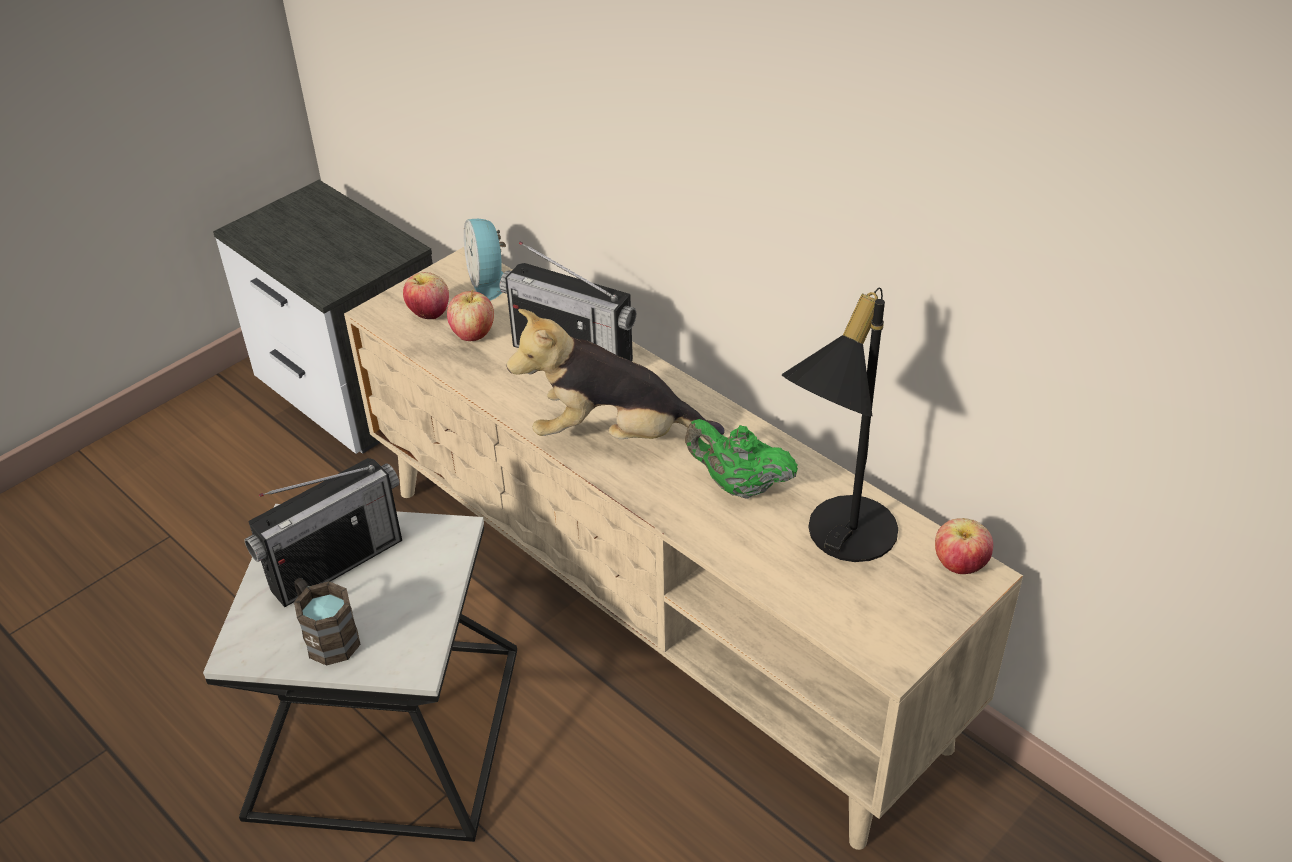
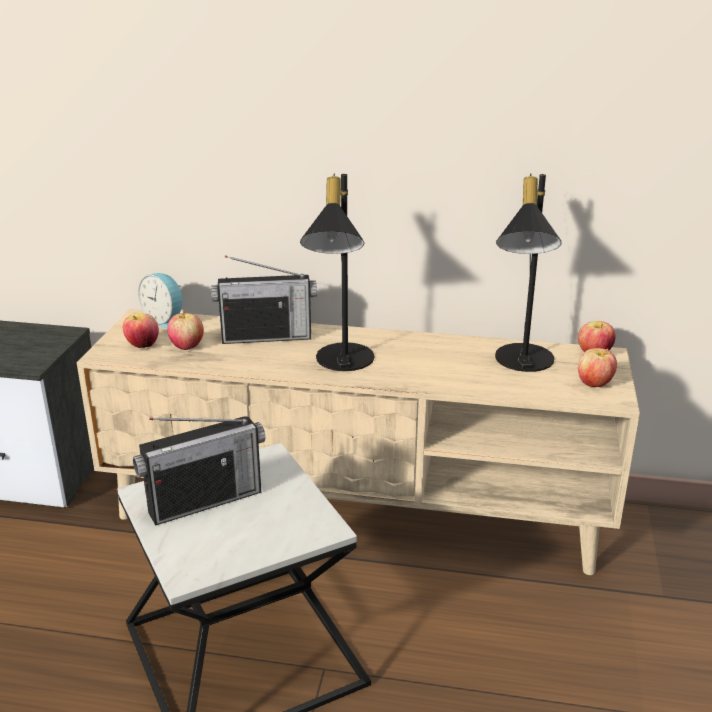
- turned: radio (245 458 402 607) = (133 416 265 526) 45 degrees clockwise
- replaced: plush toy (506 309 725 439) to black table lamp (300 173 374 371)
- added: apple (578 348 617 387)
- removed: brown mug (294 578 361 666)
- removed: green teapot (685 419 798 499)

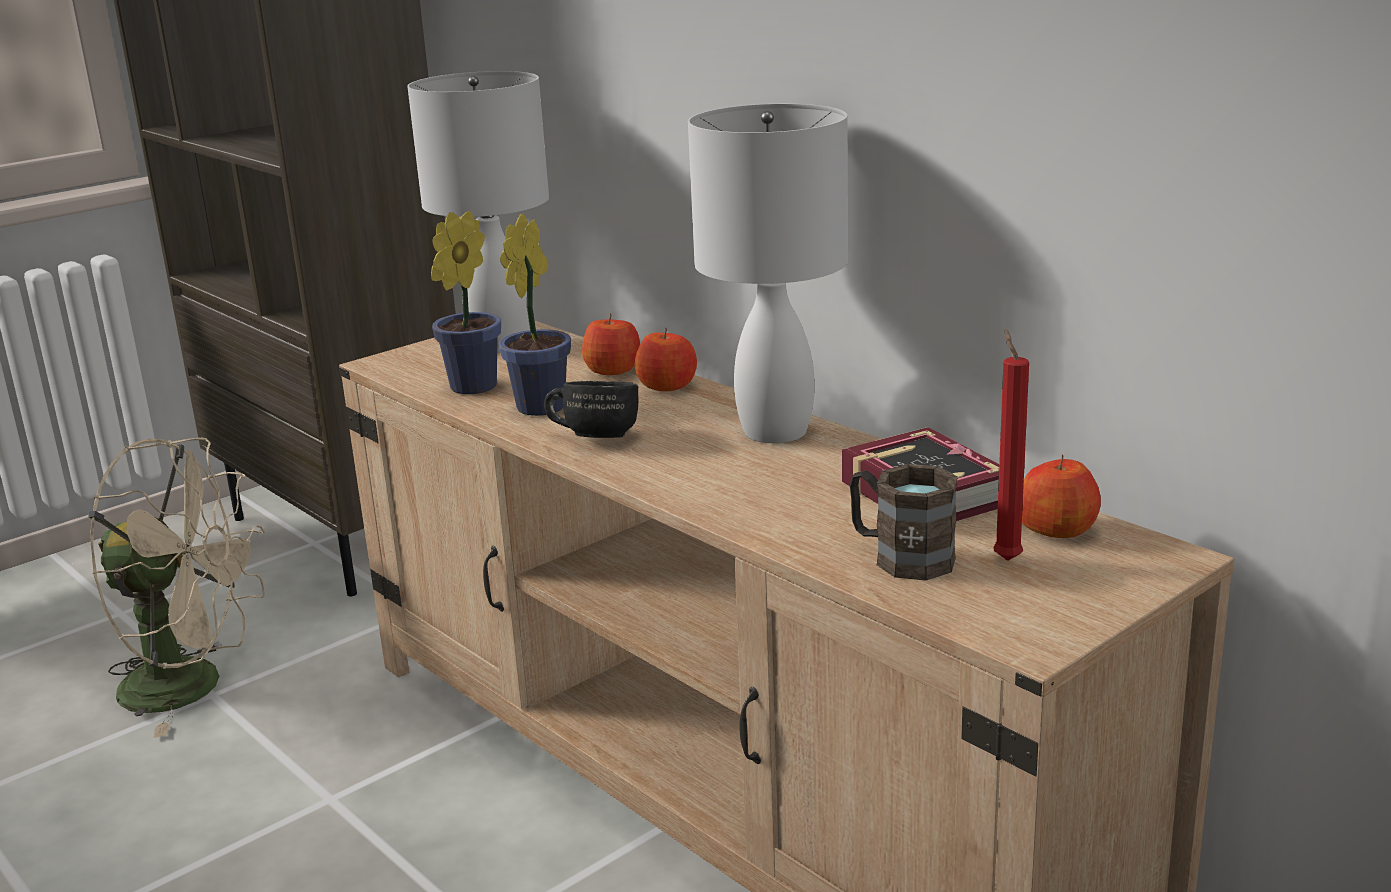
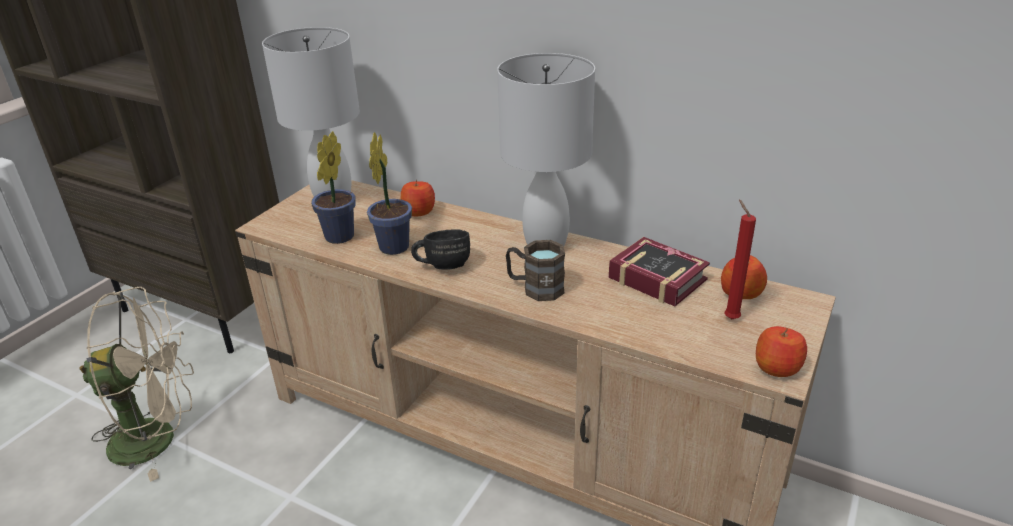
- moved: brown mug (850 464 958 580) to (506 240 565 301)
- moved: apple (634 328 697 391) to (756 326 807 377)

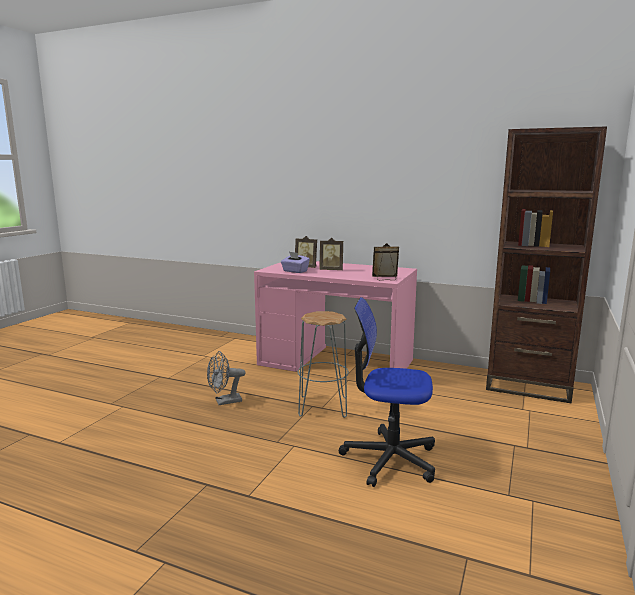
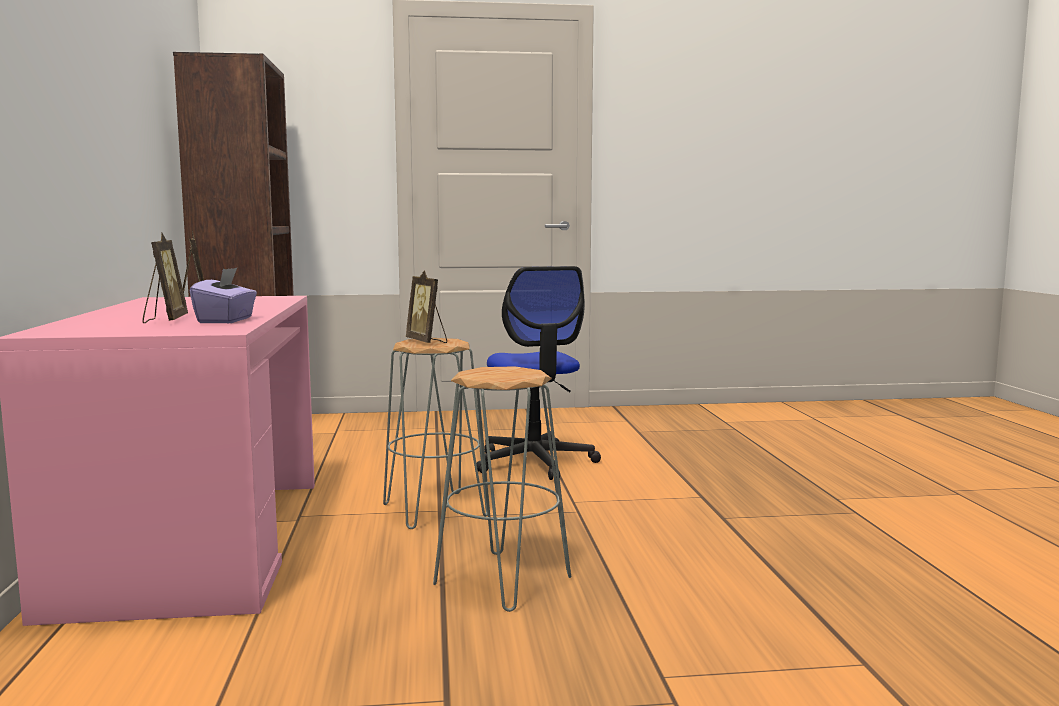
- moved: picture frame (372 243 399 280) to (406 270 447 343)
- replaced: grey fan (207 351 245 405) to grey stool (433 366 571 612)

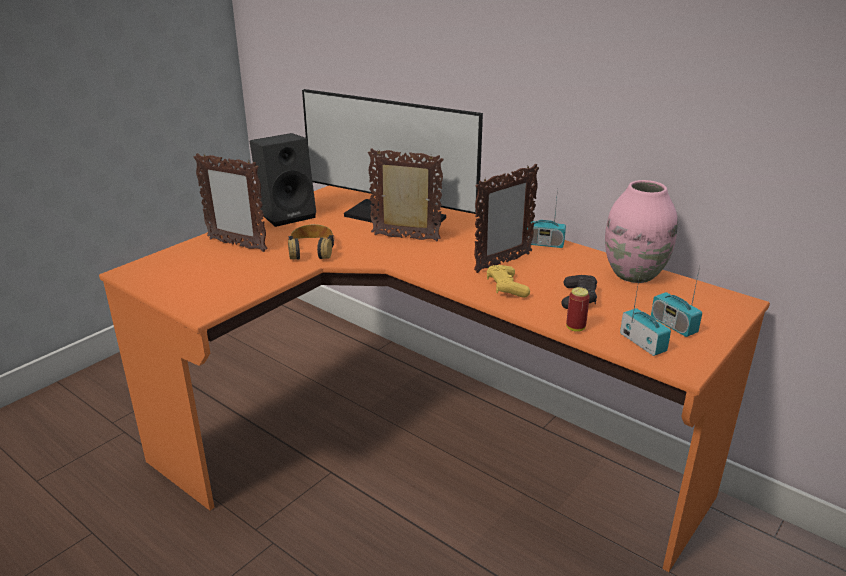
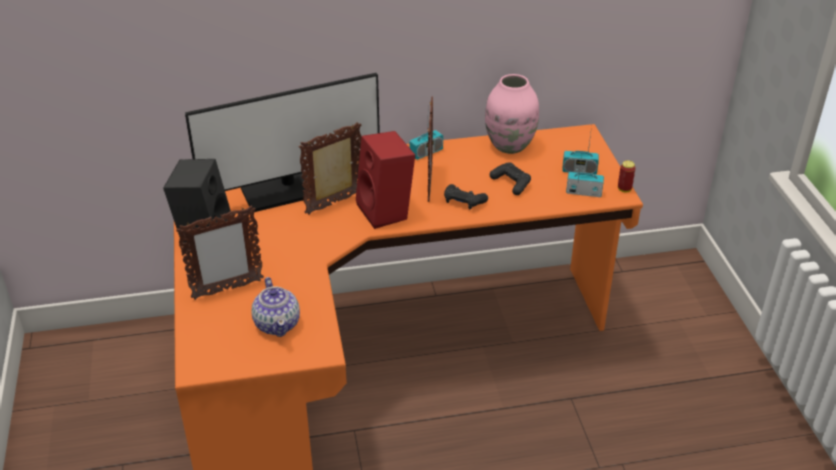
- added: teapot (252 277 300 337)
- added: red speaker (356 131 415 229)
- recoloured: yellow game controller (487 265 530 298) to black game controller (444 184 488 209)
- moved: can (566 287 590 332) to (618 160 635 193)
- removed: headphones (288 224 334 260)

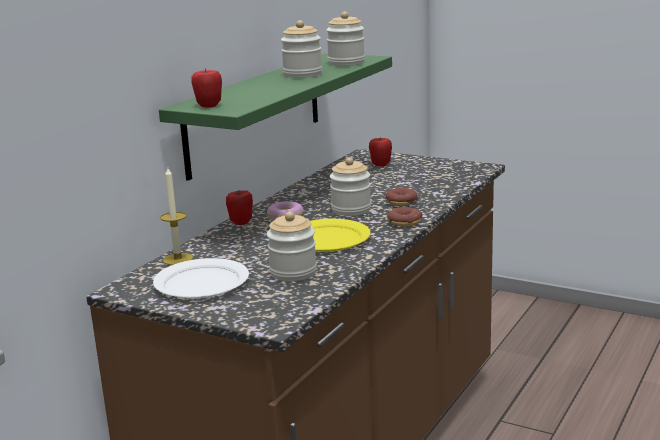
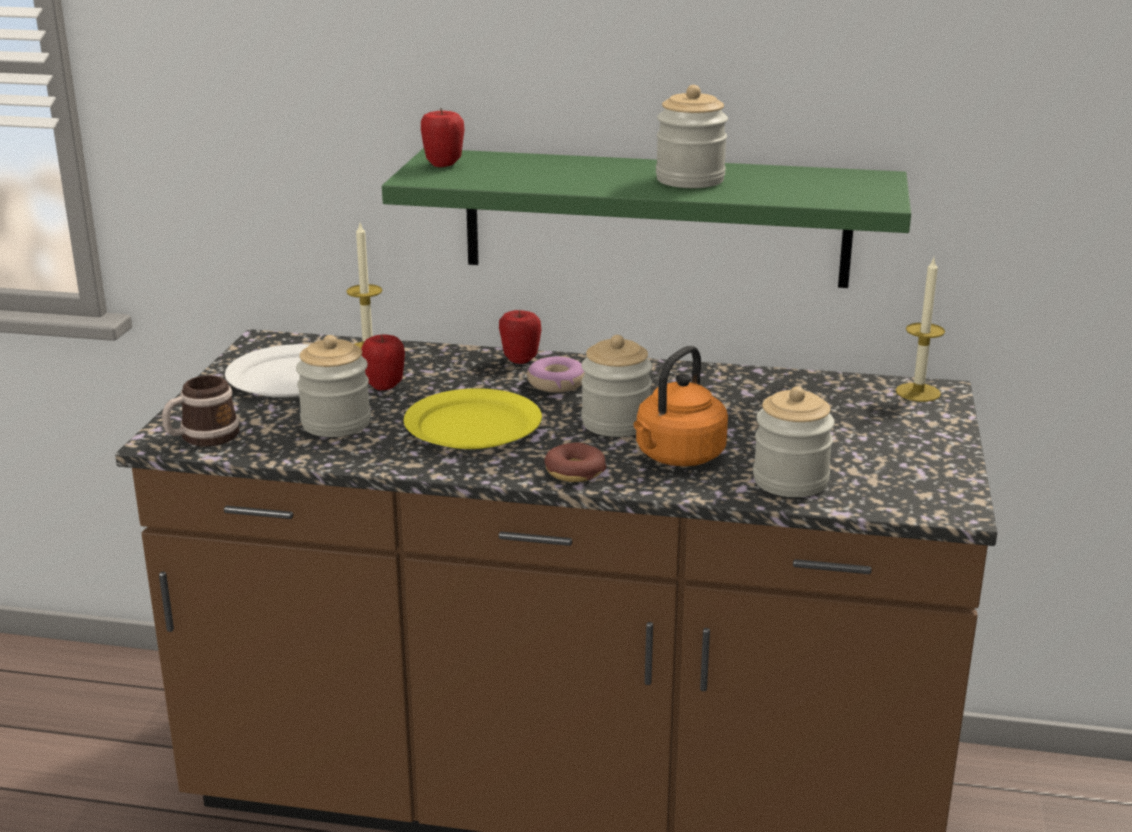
- added: mug (162 375 239 447)
- moved: apple (369 137 392 167) to (361 334 405 391)
- replaced: donut (386 188 418 206) to orange kettle (633 346 728 466)
- moved: jar (326 11 365 66) to (753 386 834 497)
- added: candle (896 258 945 402)

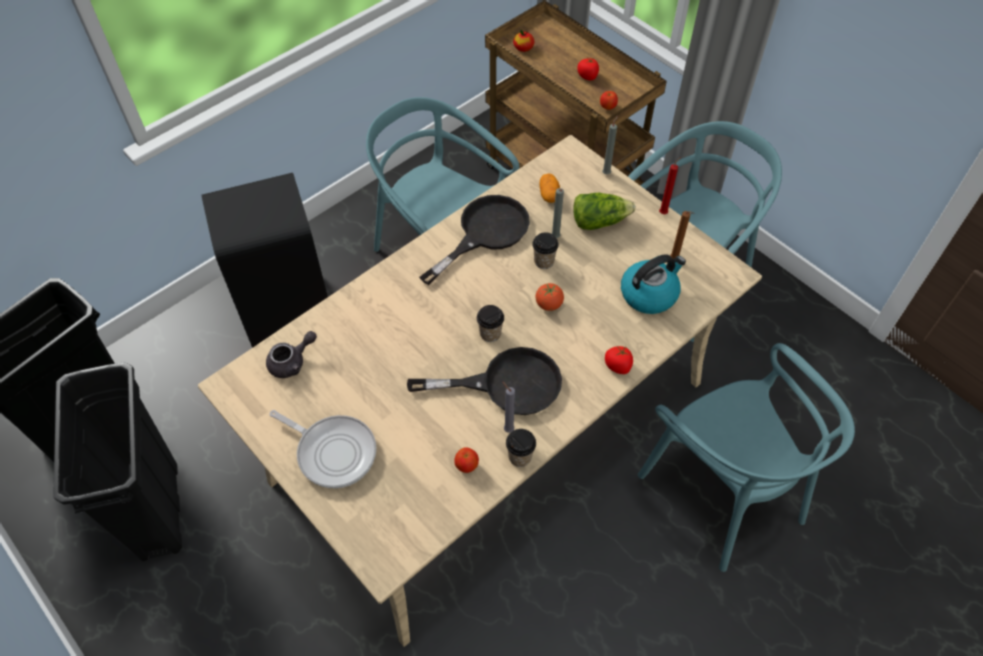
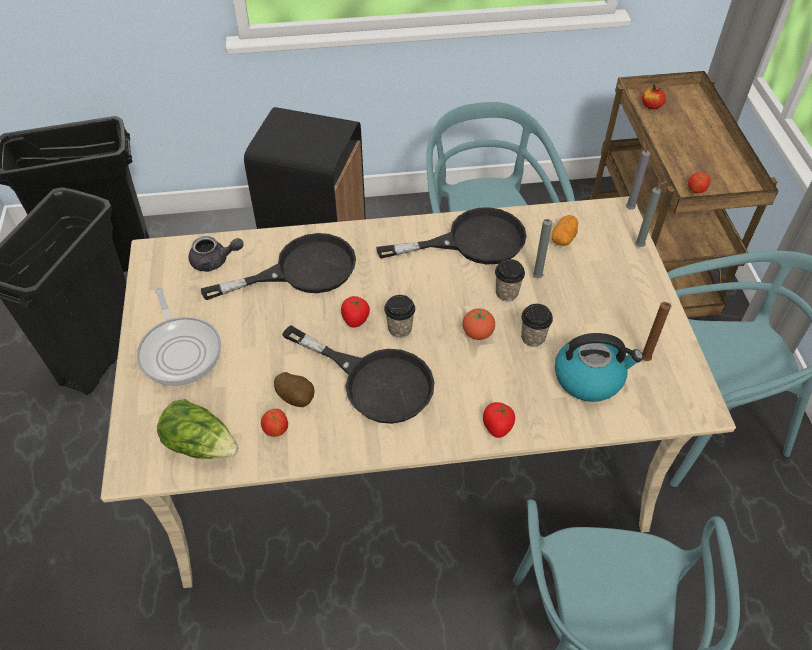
- moved: lettuce (573 193 636 230) to (157 399 238 459)
- added: black frying pan (201 233 356 300)
- added: potato (274 372 314 407)
- moved: tomato (577 58 599 80) to (341 296 370 328)
- moved: cup (506 429 536 467) to (521 304 553 347)
- moved: grey candle (502 381 515 433) to (626 141 650 209)
- removed: red candle (659 157 681 214)

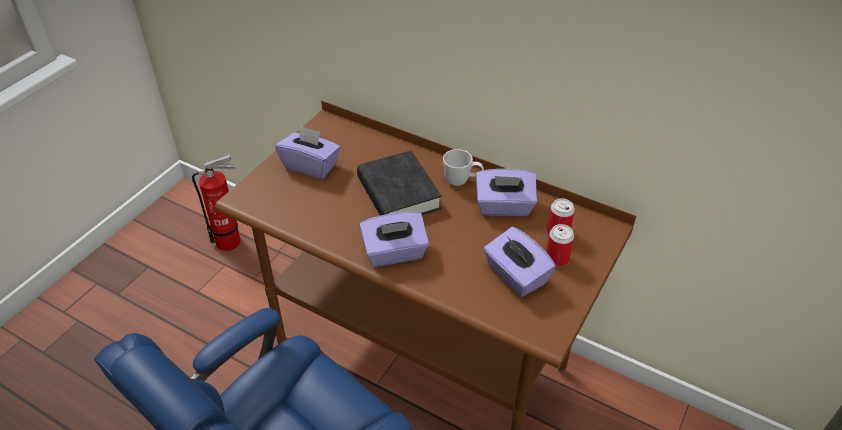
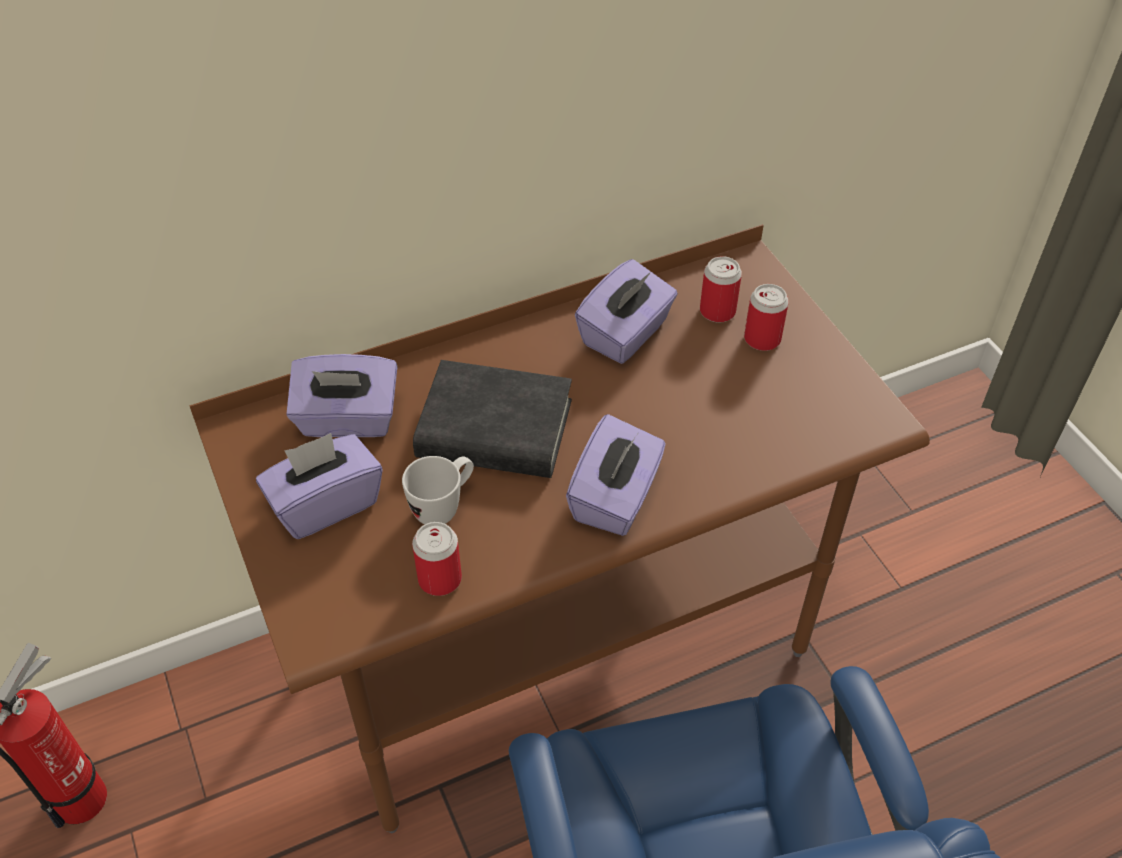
- moved: purple tissue box (483 227 556 297) to (286 354 398 437)
- moved: white mug (443 149 484 186) to (402 456 474 524)
- added: can (412 522 462 596)

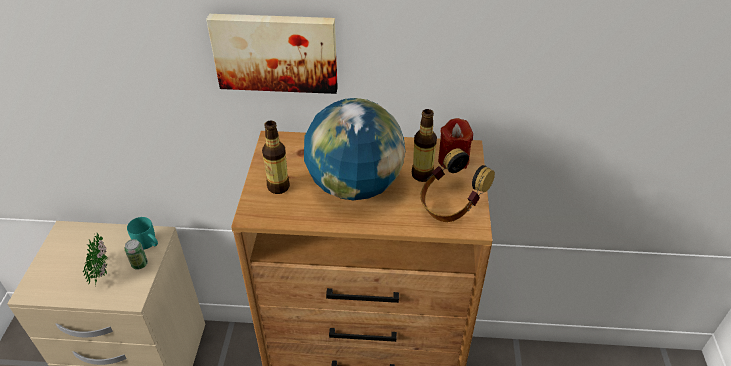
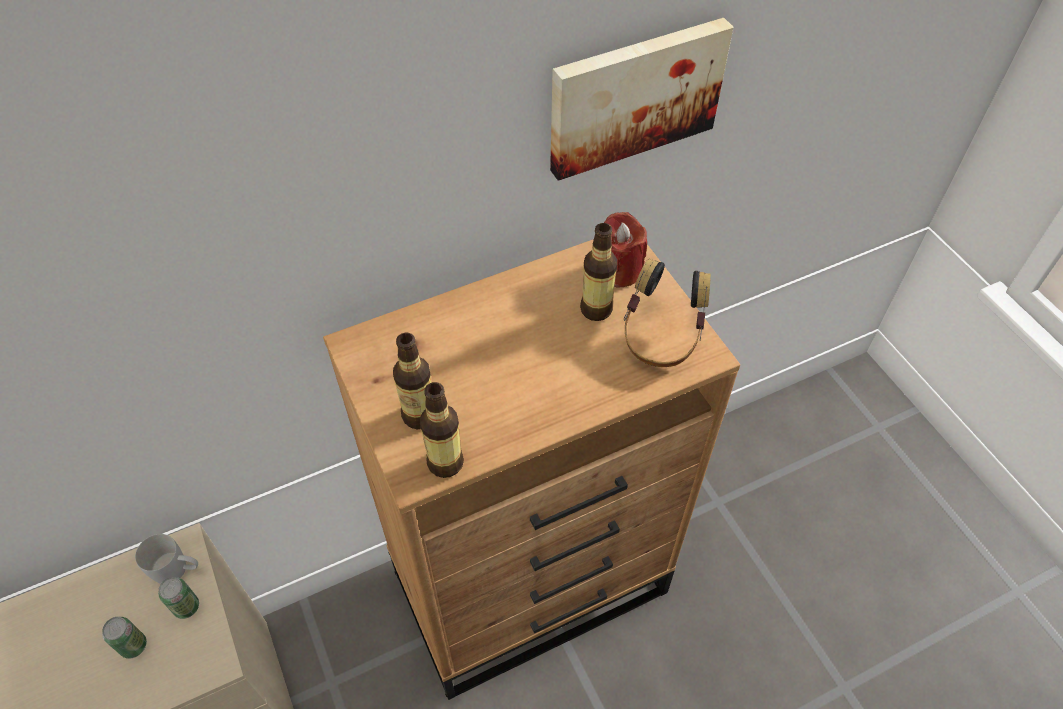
- replaced: potted plant (83 232 108 285) to can (102 617 147 659)
- recoloured: turquoise mug (127 217 158 250) to white mug (135 534 198 584)
- added: bottle (420 382 464 478)
- moved: picture (206 14 338 94) to (550 18 733 180)
- removed: globe (304 98 405 200)

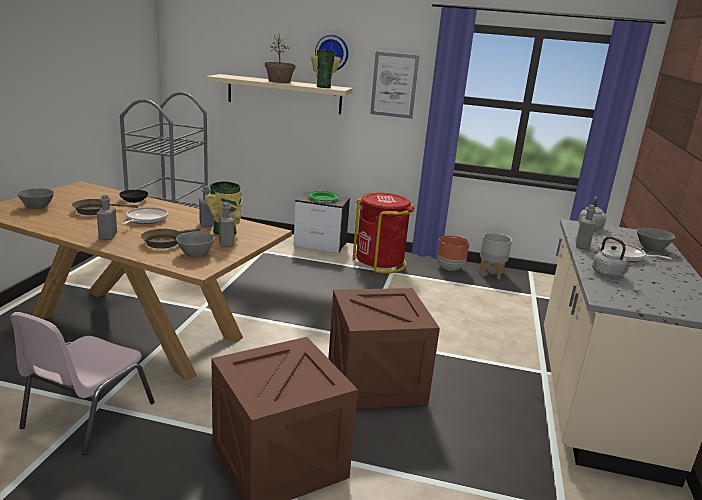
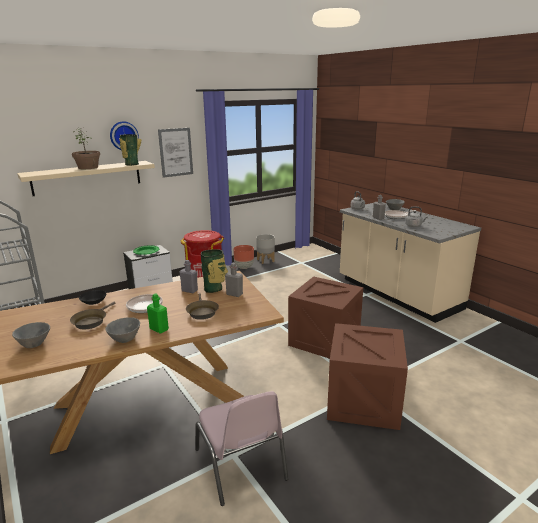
- moved: grey bowl (176 232 215 257) to (105 317 140 343)
- recoloured: grey bottle (96 194 117 240) to green bottle (147 294 169 334)

